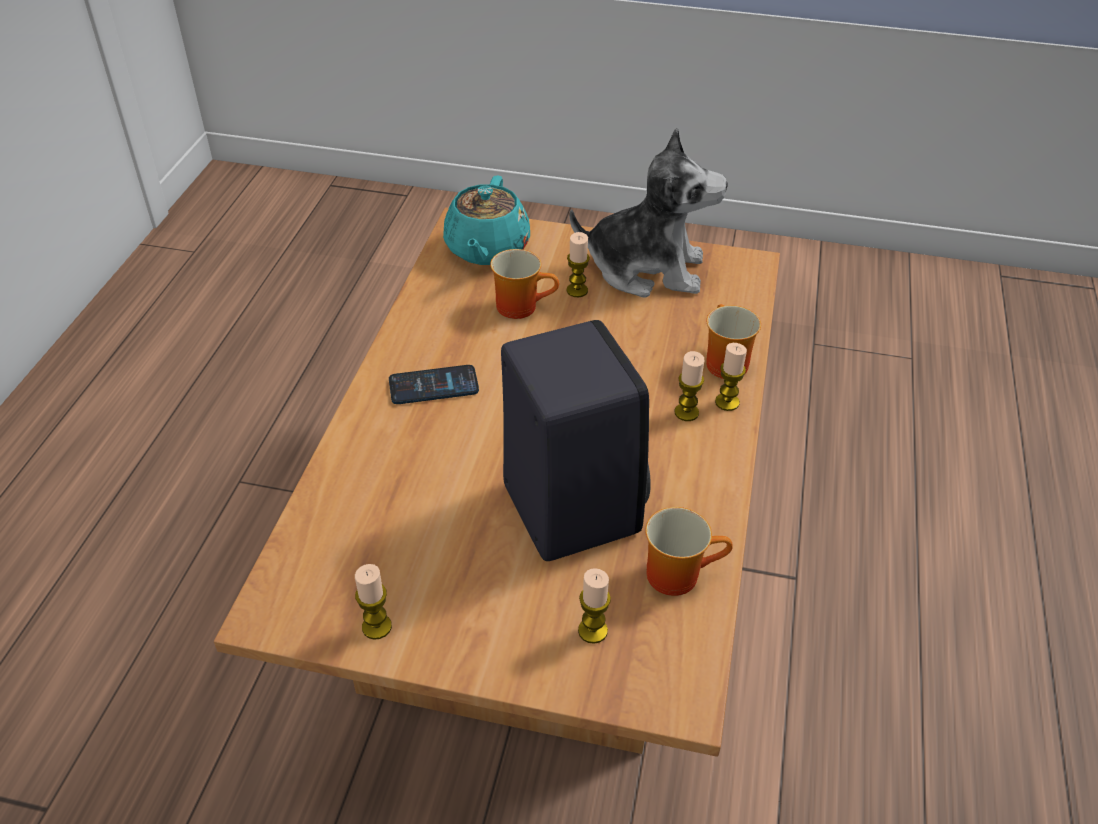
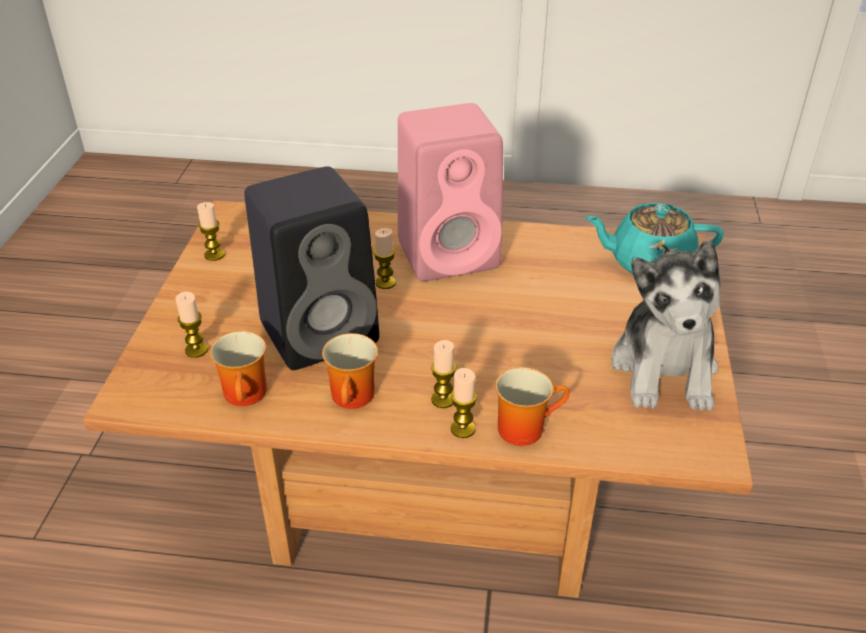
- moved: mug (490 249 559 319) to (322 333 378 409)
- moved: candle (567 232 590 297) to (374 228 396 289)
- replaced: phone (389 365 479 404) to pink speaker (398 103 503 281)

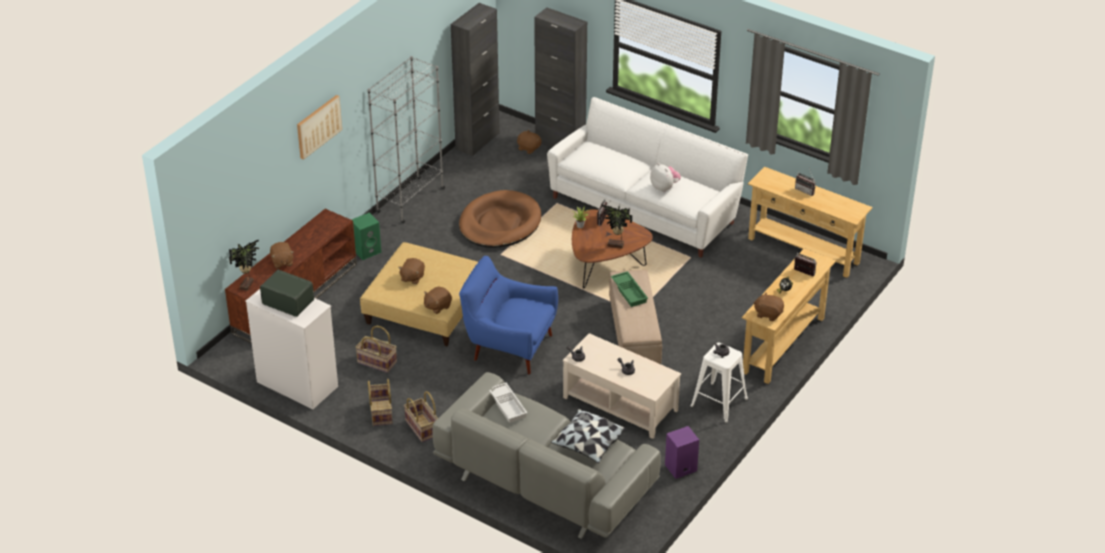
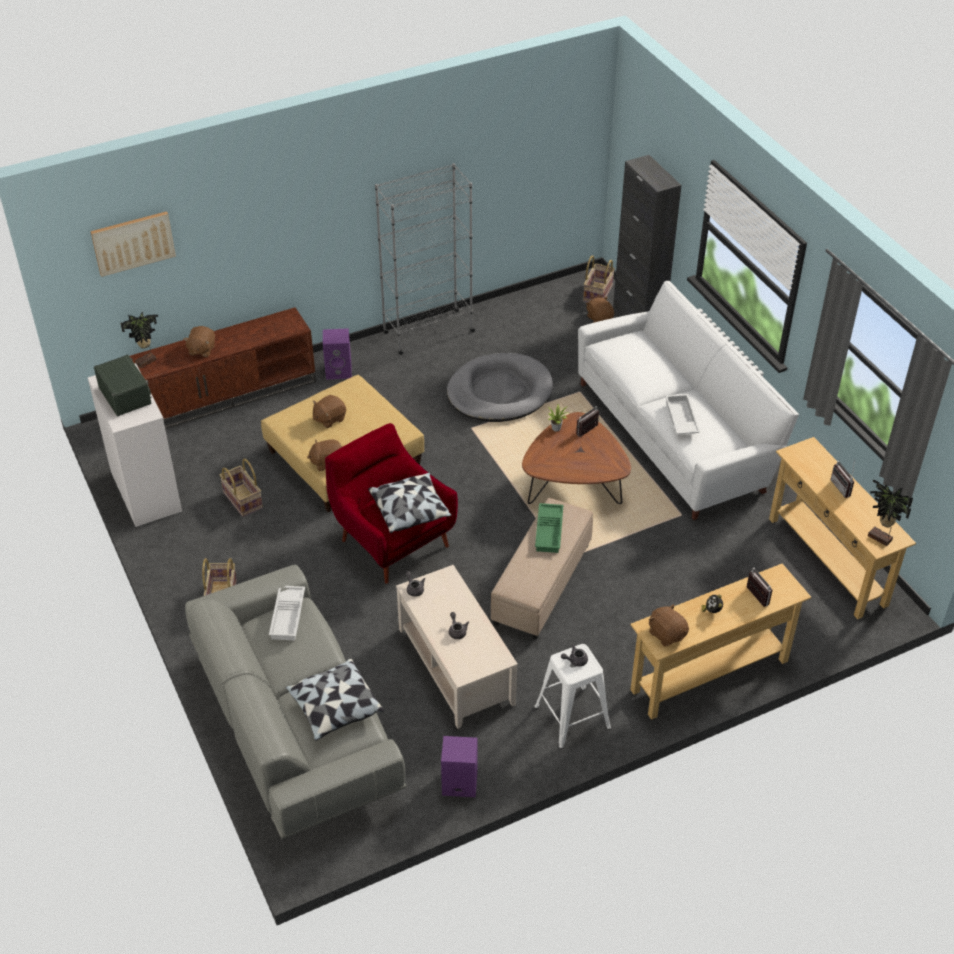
- moved: picture (297 95 342 160) to (91 211 176 277)
- recoloured: green speaker (351 212 381 260) to purple speaker (323 328 352 380)
- recoloured: blue armchair (459 256 558 374) to red armchair (325 423 458 584)
- added: pillow (368 473 452 533)
- recoloured: brown dog bed (459 190 541 248) to grey dog bed (447 353 553 422)
- moved: basket (368 379 393 426) to (583 256 615 303)
- replaced: plush toy (650 163 681 192) to white tray (665 394 700 434)
- moved: potted plant (601 205 632 249) to (868 479 913 546)
- removed: black cabinet (451 3 500 156)

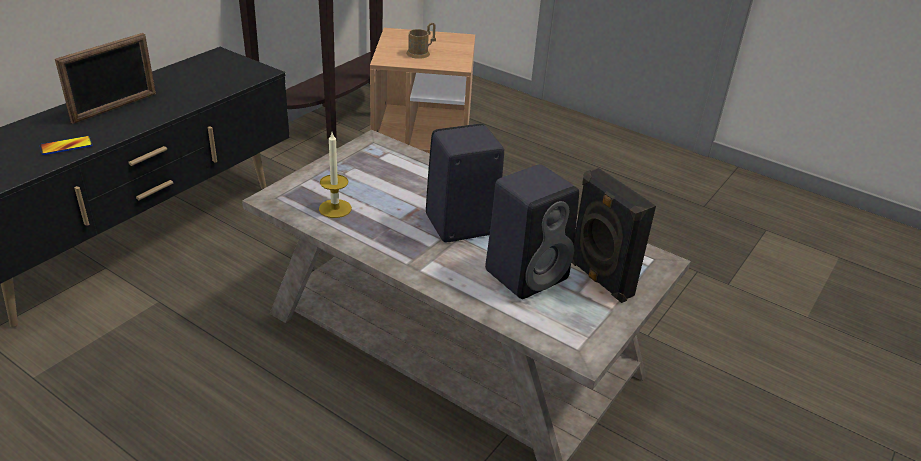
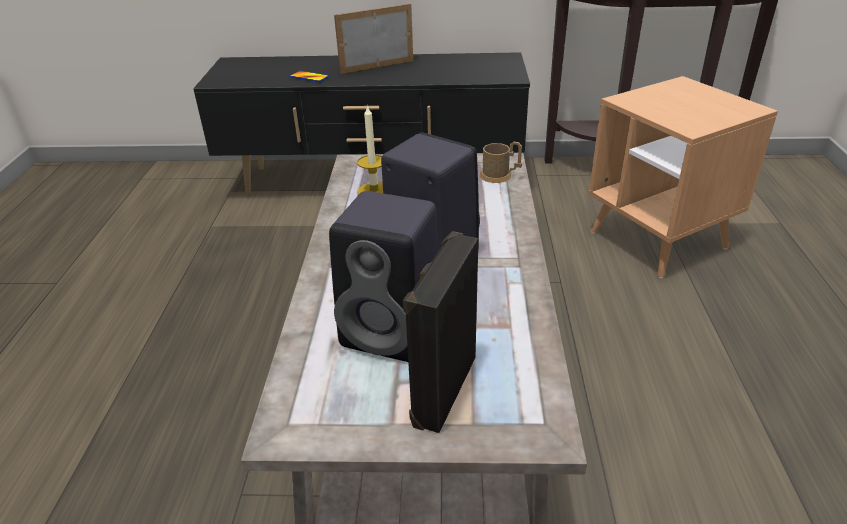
- turned: picture frame (55 33 156 124) = (334 4 413 74) 150 degrees clockwise
- moved: brown mug (406 23 436 59) to (480 141 522 183)

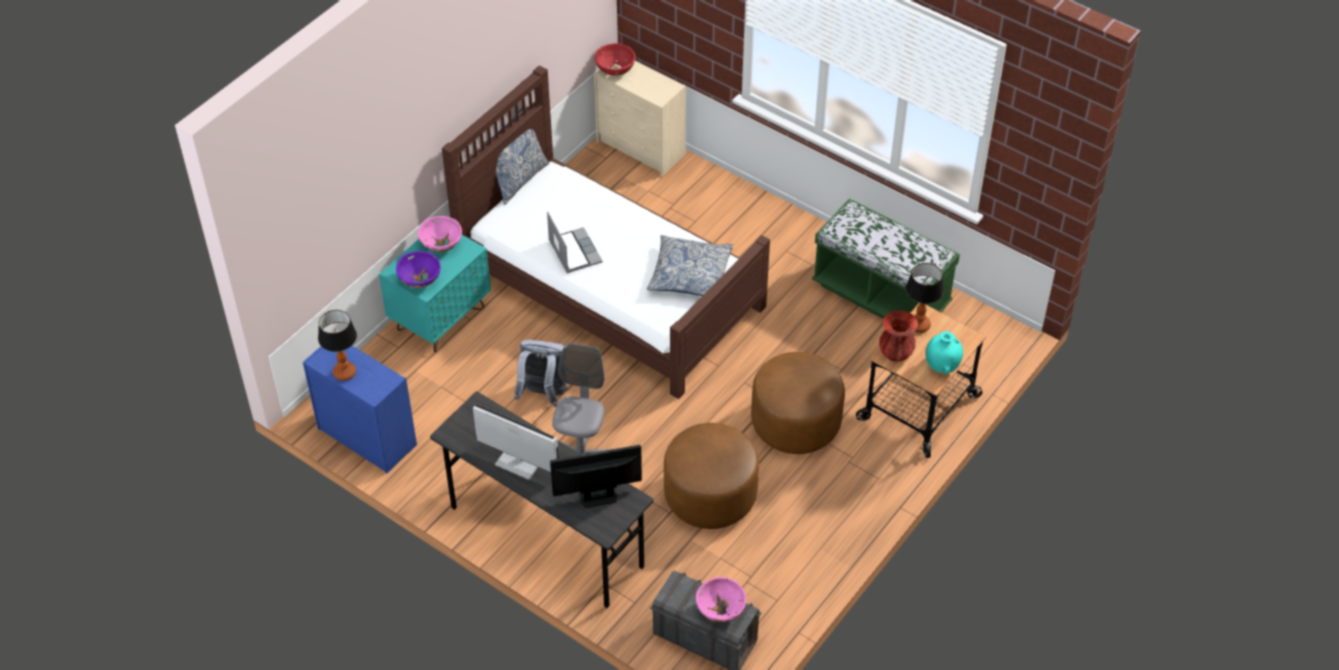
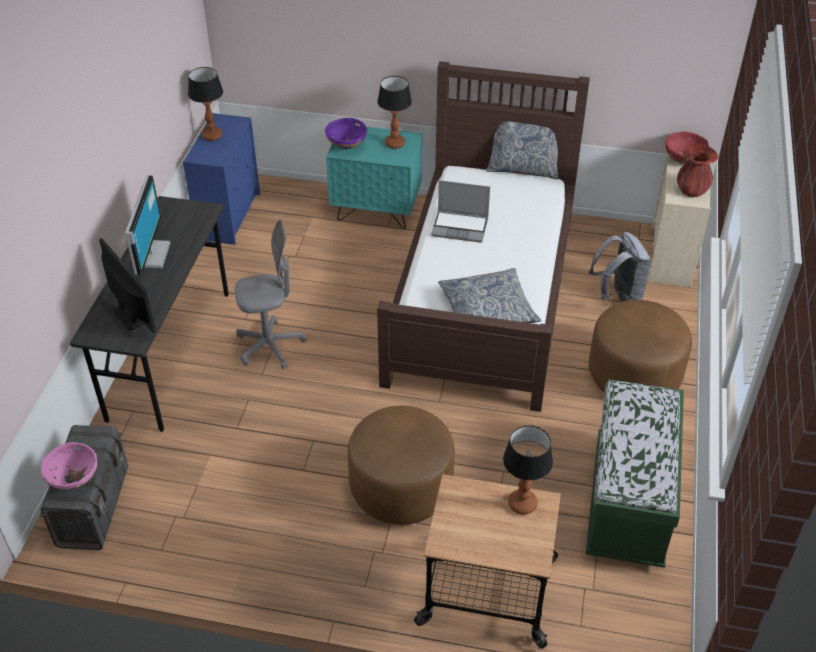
- replaced: pink bowl (418 216 462 252) to table lamp (377 76 412 149)
- turned: laptop (547 212 603 273) = (431 180 490 243) 60 degrees clockwise
- moved: grey backpack (514 340 568 407) to (589 232 652 302)
- moved: brown ottoman (664 423 759 529) to (589 300 692 393)
- moved: red vase (879 310 918 362) to (677 144 718 197)
- removed: turquoise vase (925 331 963 374)

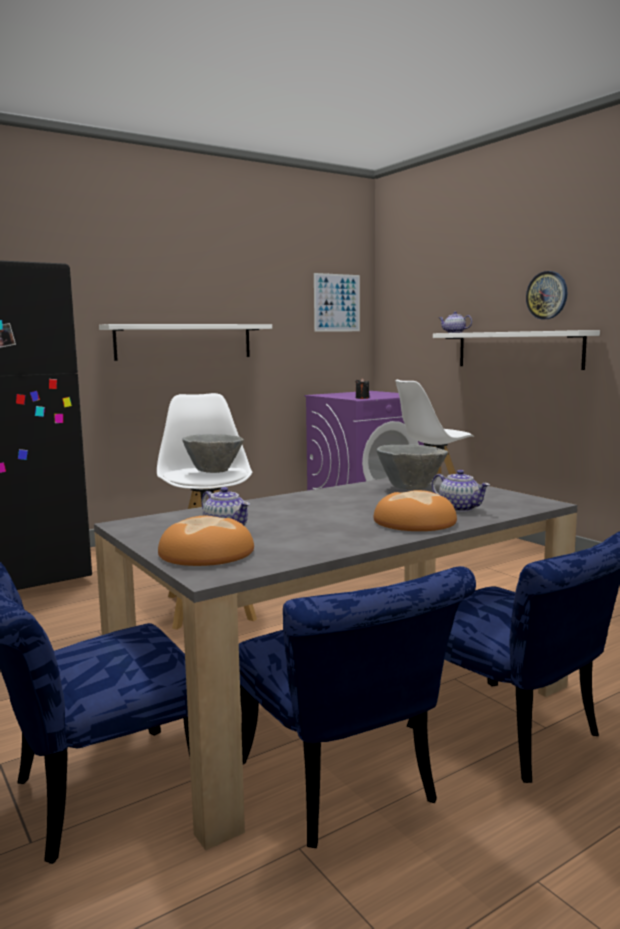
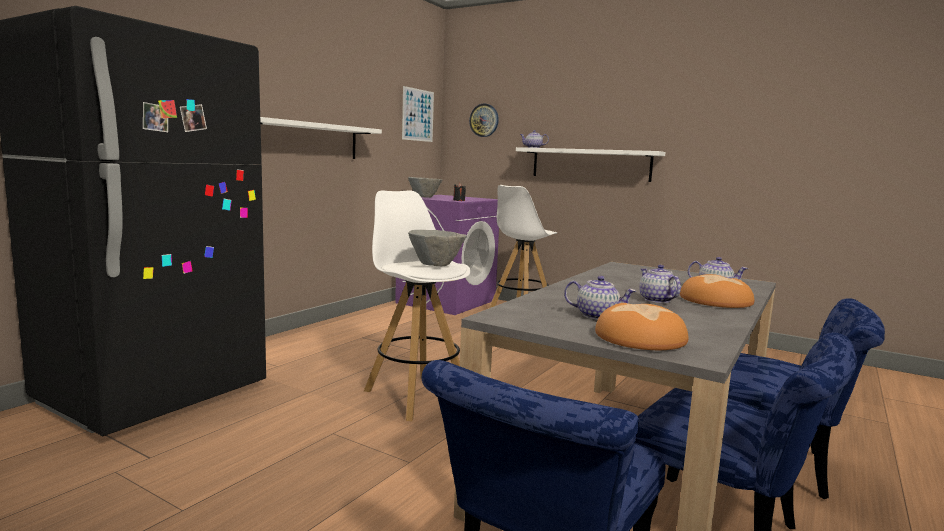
- moved: grey bowl (377 445 448 490) to (408 177 442 198)
- moved: wall clock (526 271 567 319) to (469 104 499 137)
- added: teapot (639 265 681 303)

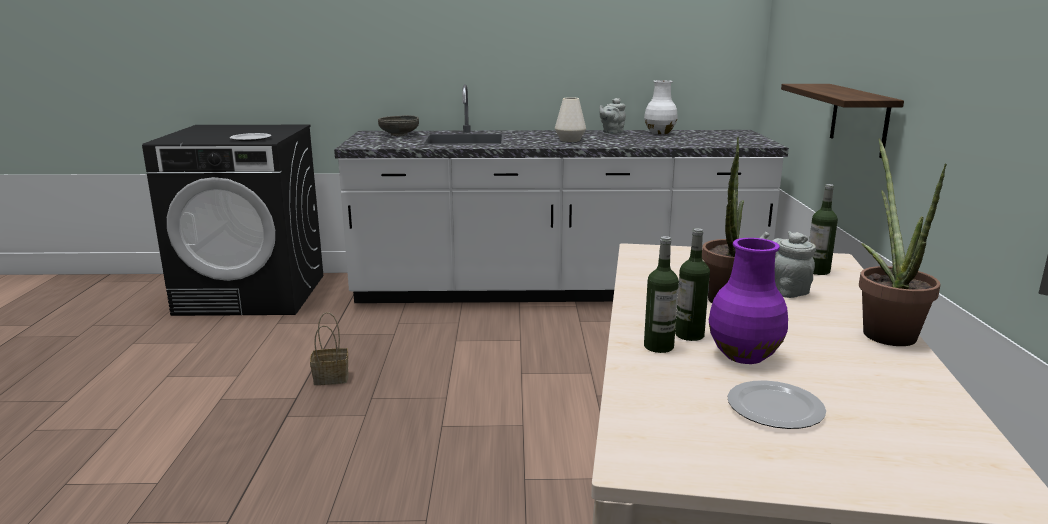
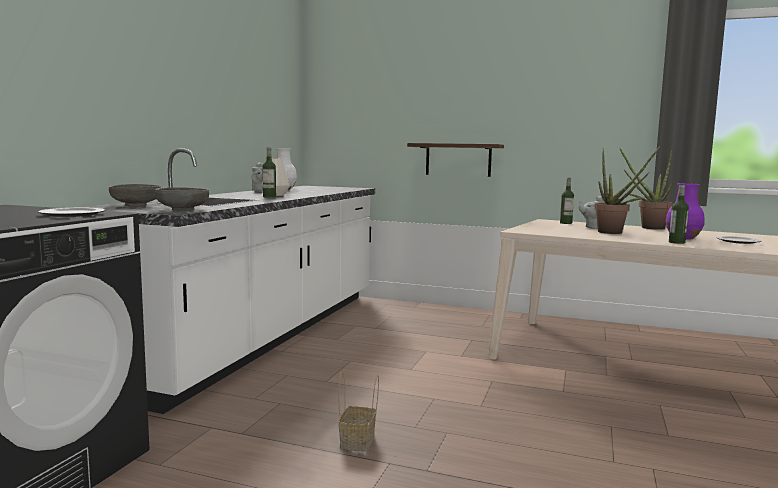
- added: grey bowl (155 187 209 211)
- moved: bottle (675 228 710 341) to (263 147 276 198)

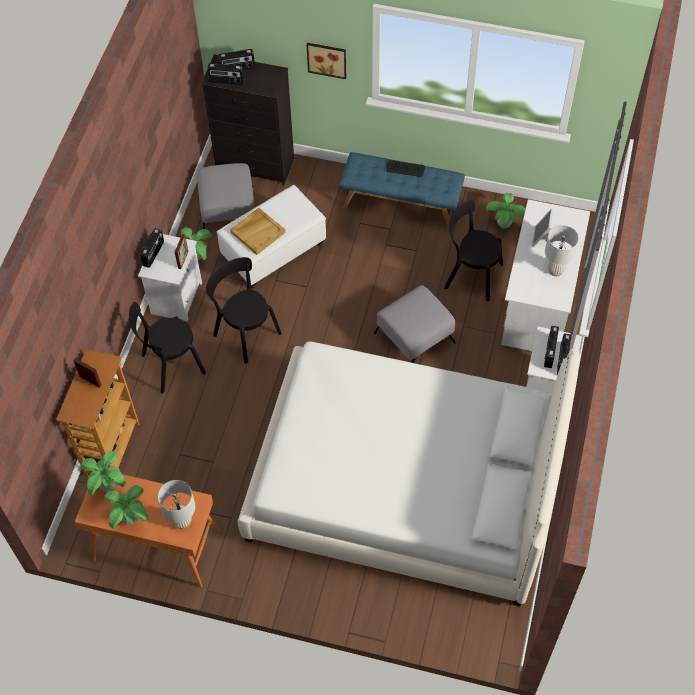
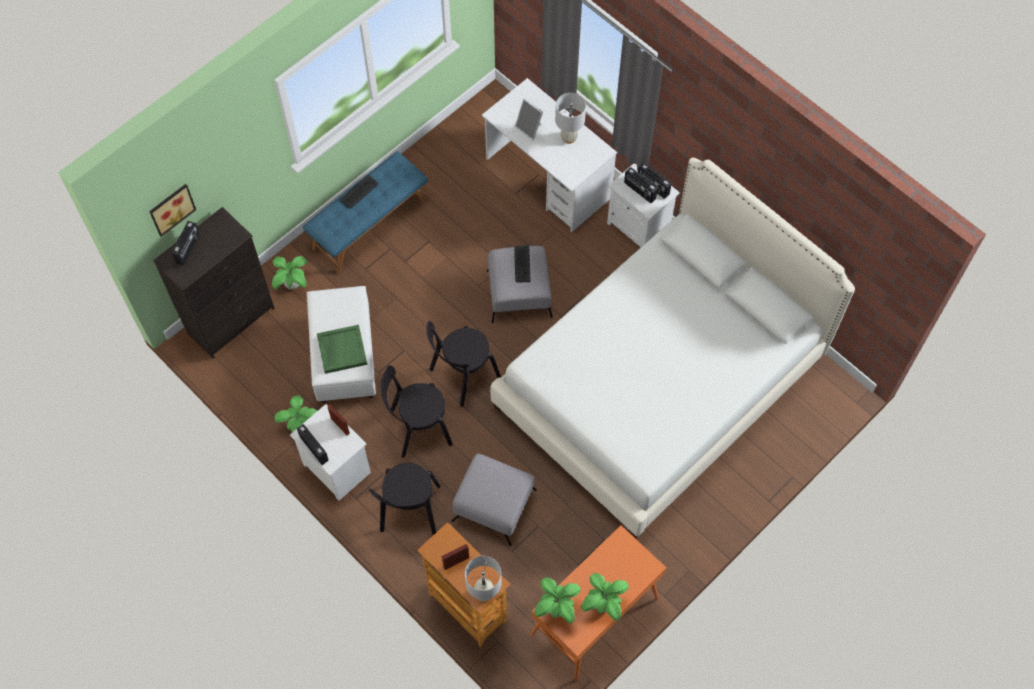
- moved: picture (307 43 346 79) to (149 184 196 237)
- moved: potted plant (486 193 526 229) to (272 256 307 290)
- recoloured: beige tray (230 208 286 255) to green tray (317 325 367 374)
- moved: black chair (444 199 503 301) to (427 321 501 407)
- moved: grey ottoman (197 163 255 229) to (452 454 537 546)
- moved: white table lamp (158 480 195 529) to (465 556 502 602)
- added: keyboard (514 245 531 283)
- removed: radio (207 63 244 85)

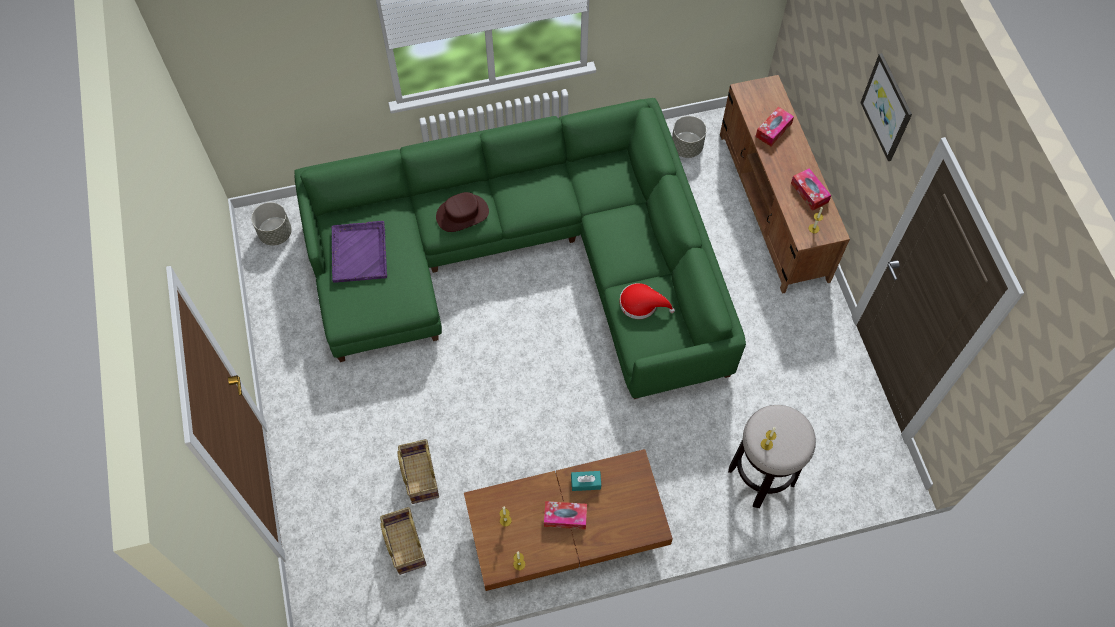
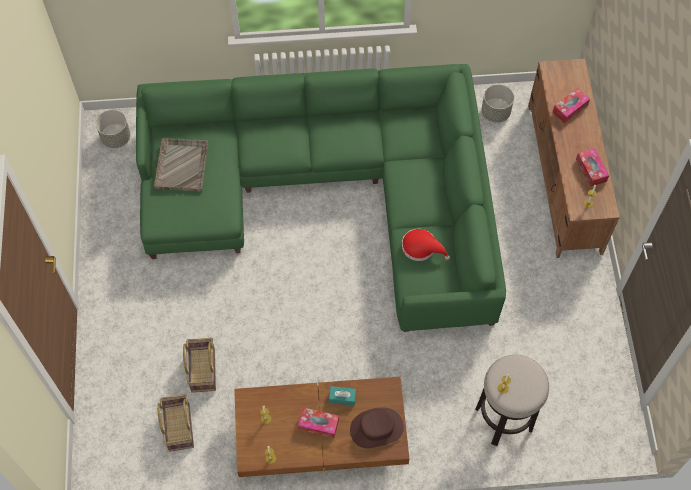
- recoloured: purple tray (331 221 387 283) to grey tray (154 138 208 191)
- moved: brown hat (436 192 489 232) to (350 407 404 448)
- removed: picture (860 53 912 161)

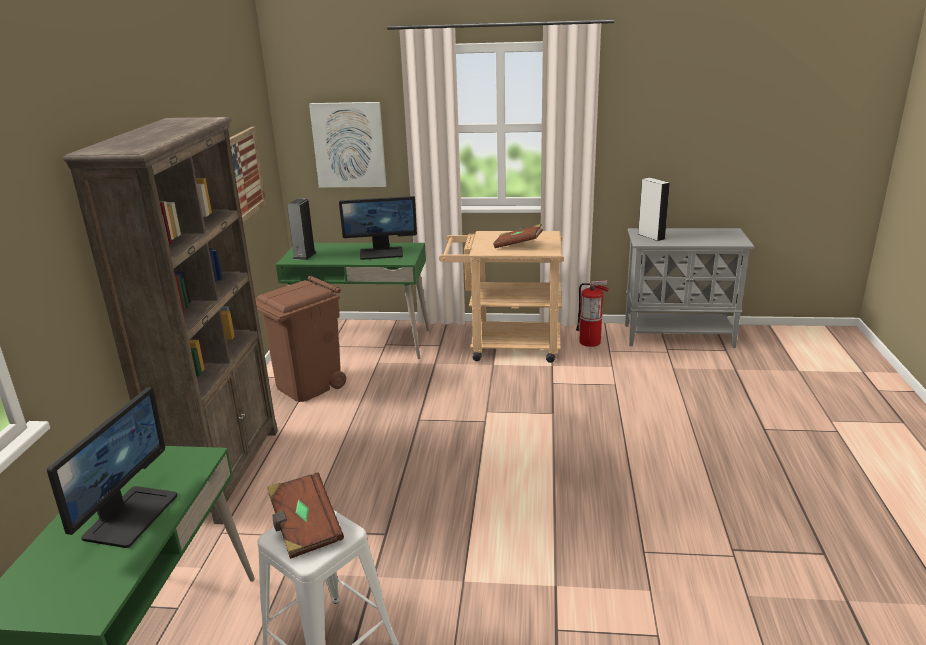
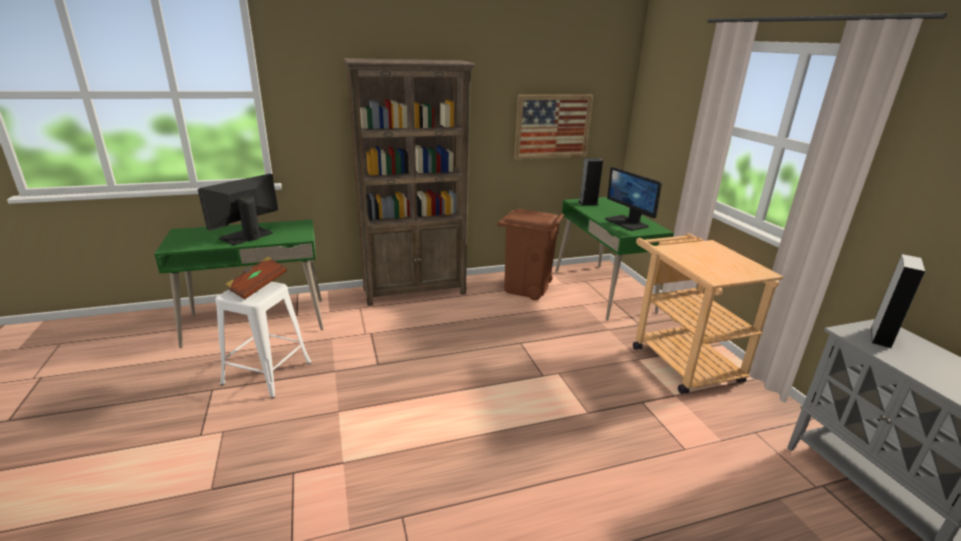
- turned: monitor (47 387 177 548) = (198 174 278 245) 135 degrees clockwise
- removed: picture (309 102 386 187)
- removed: brown book (493 224 543 248)
- removed: fire extinguisher (576 280 609 347)

